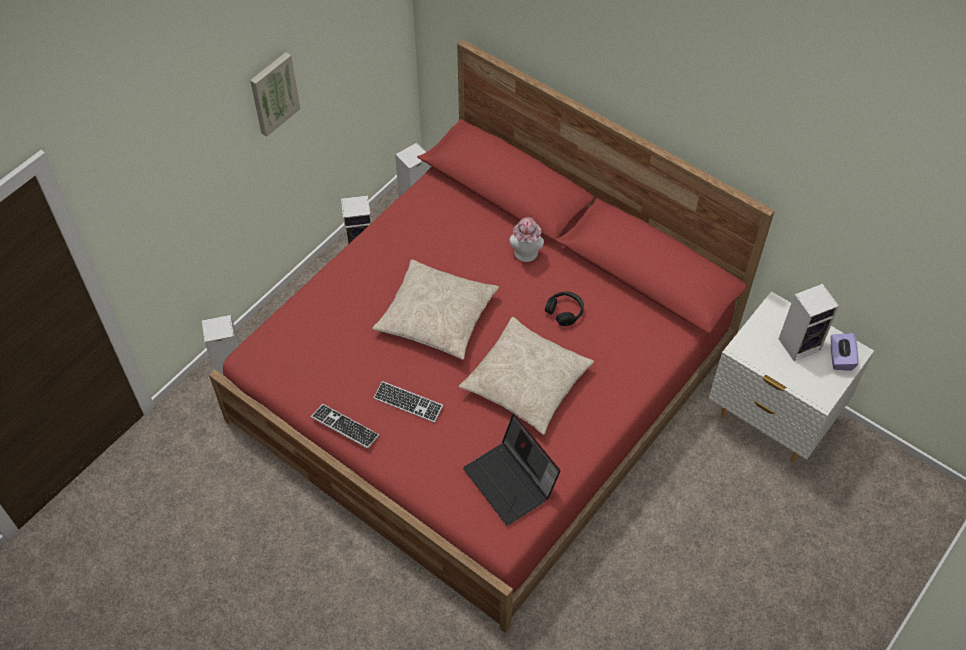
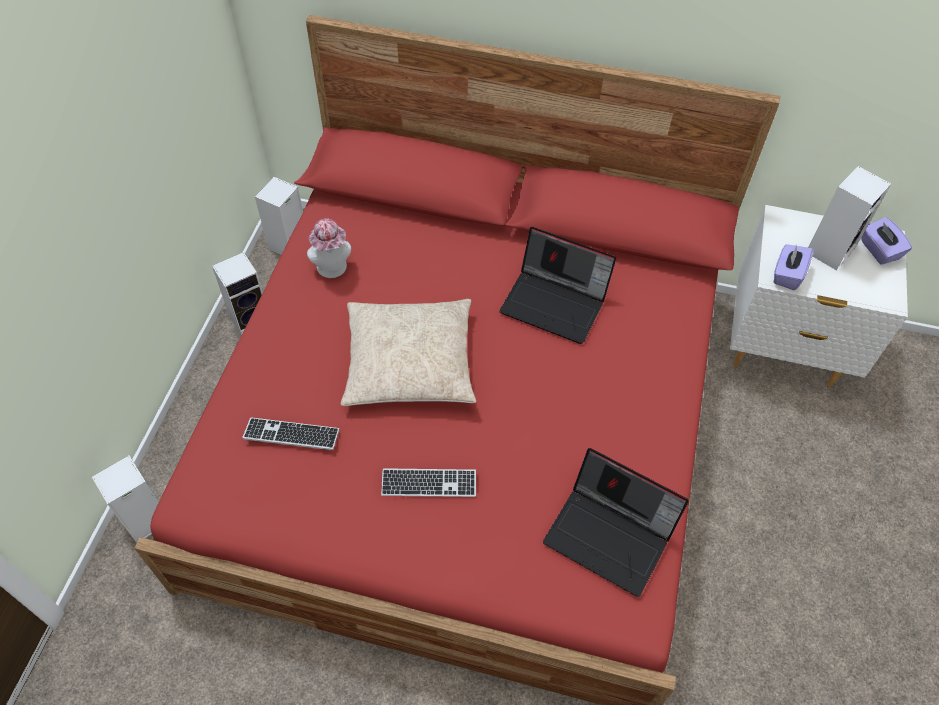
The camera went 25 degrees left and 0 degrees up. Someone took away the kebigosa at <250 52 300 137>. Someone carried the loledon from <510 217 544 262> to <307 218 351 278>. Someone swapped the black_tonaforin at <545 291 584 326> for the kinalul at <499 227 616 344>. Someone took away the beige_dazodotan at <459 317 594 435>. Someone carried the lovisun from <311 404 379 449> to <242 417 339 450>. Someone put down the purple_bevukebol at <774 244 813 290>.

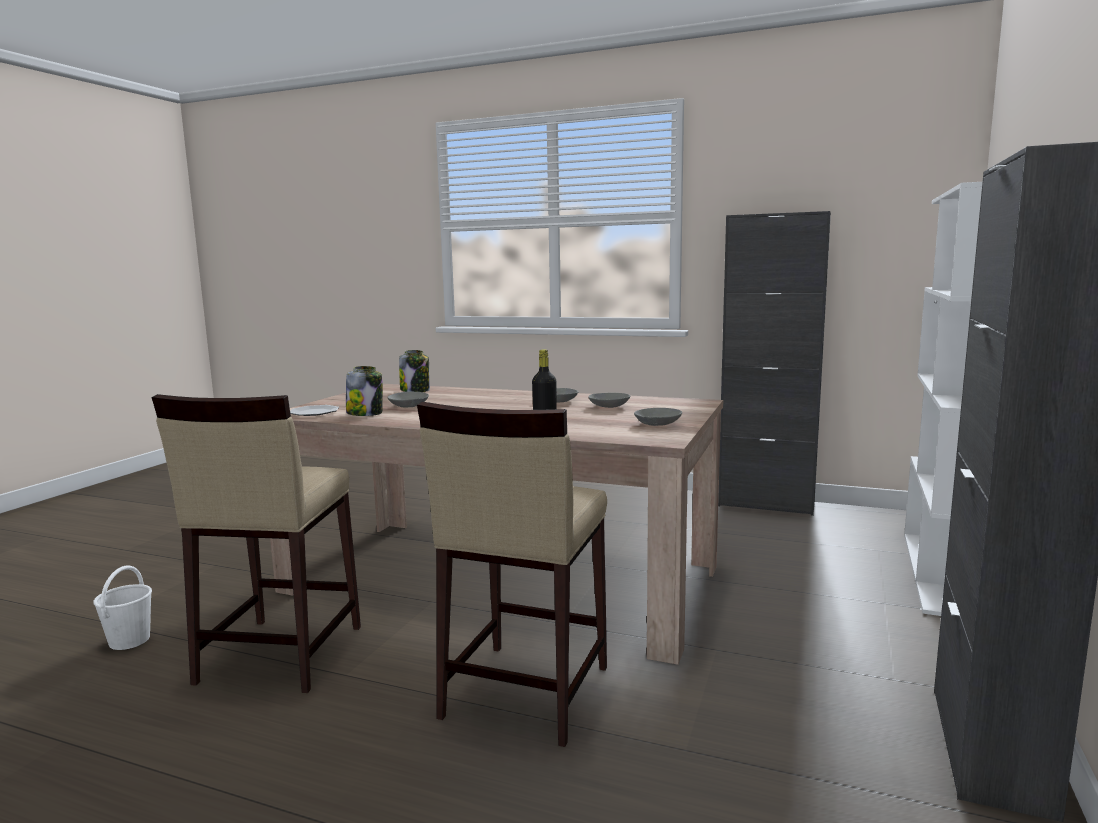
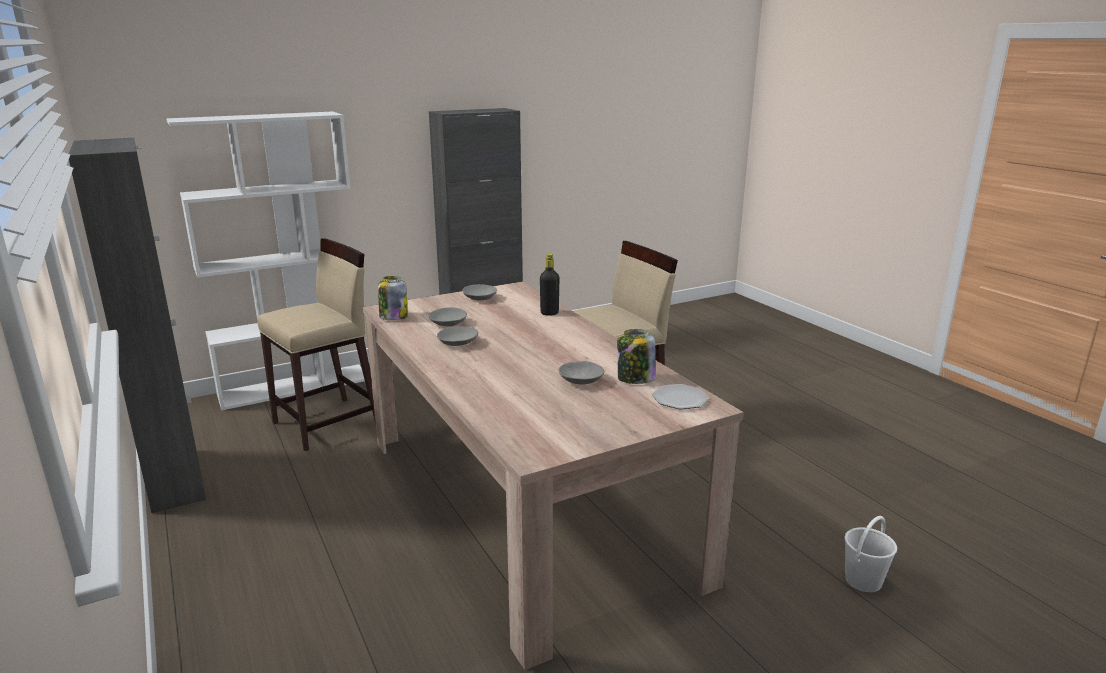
The camera went 140 degrees left and 10 degrees up. Someone carried the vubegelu from <399 350 430 392> to <378 276 408 320>. Someone carried the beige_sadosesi from <152 394 361 693> to <257 238 376 451>.

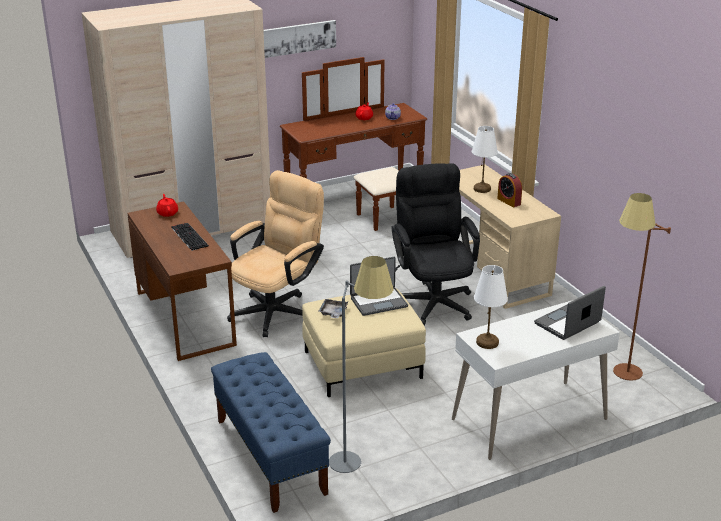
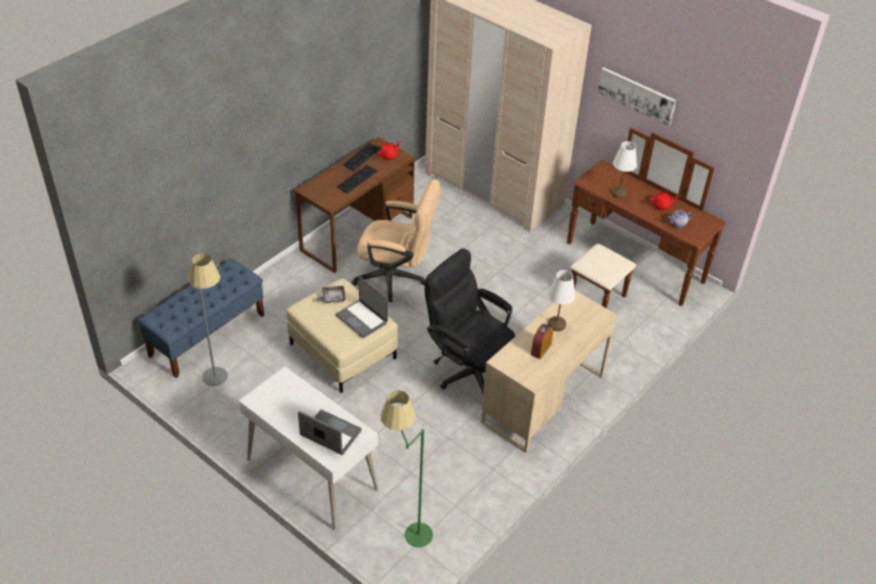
The camera went 65 degrees right and 15 degrees up. Someone rotated the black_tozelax at <391 163 480 326> by 105 degrees counterclockwise. Someone repainted the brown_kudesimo at <613 193 671 381>, which became the green_kudesimo at <380 390 433 547>. Someone carried the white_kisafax from <474 265 508 349> to <611 141 637 199>. Someone put down the lovisun at <343 143 381 171>.

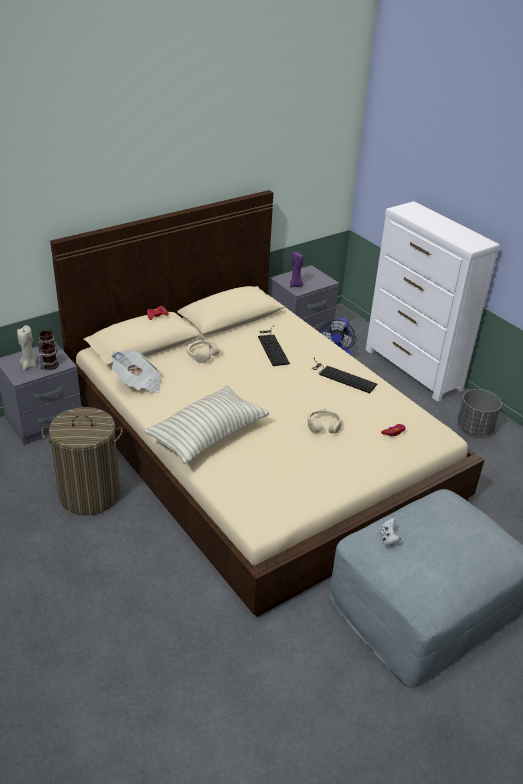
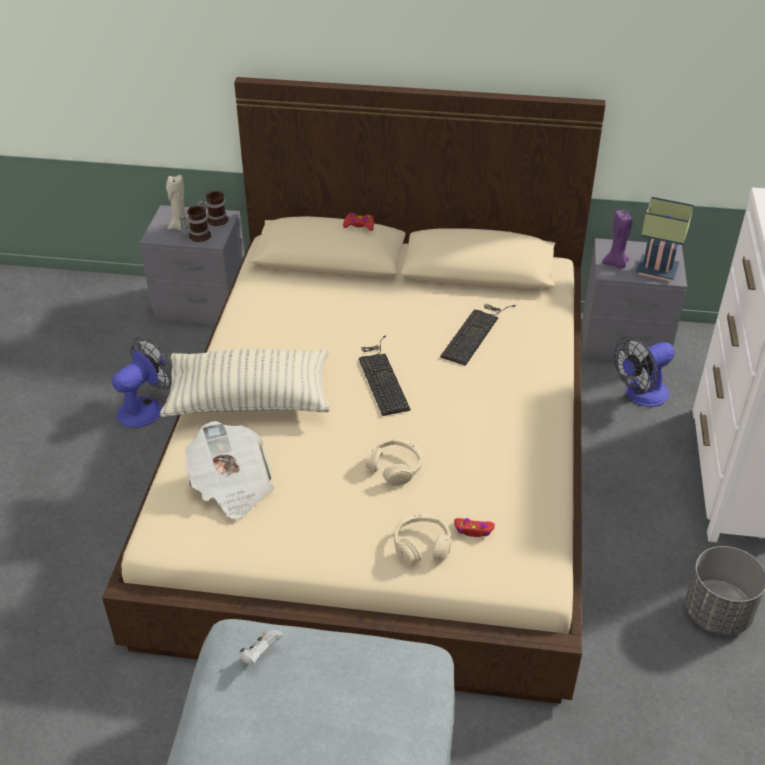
The camera went 45 degrees right and 5 degrees up. Someone carried the beige_tonaforin from <187 340 220 363> to <394 513 452 564>. Someone carried the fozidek from <111 350 162 393> to <185 421 274 520>. Someone carried the lovisun from <313 358 377 393> to <359 335 411 416>. Someone swapped the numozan at <41 407 123 516> for the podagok at <112 337 172 428>. Someone put down the kisafax at <636 197 694 281>.

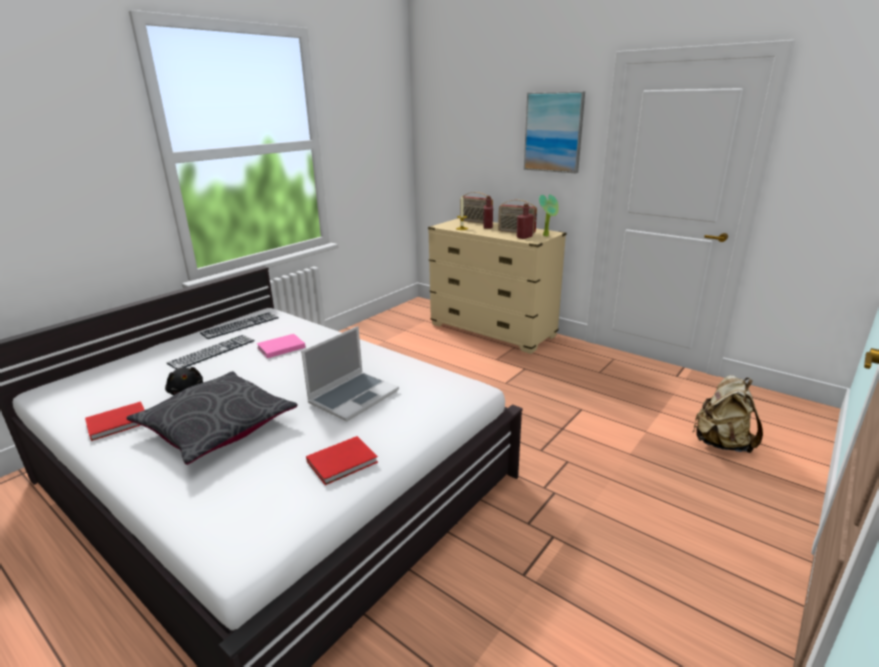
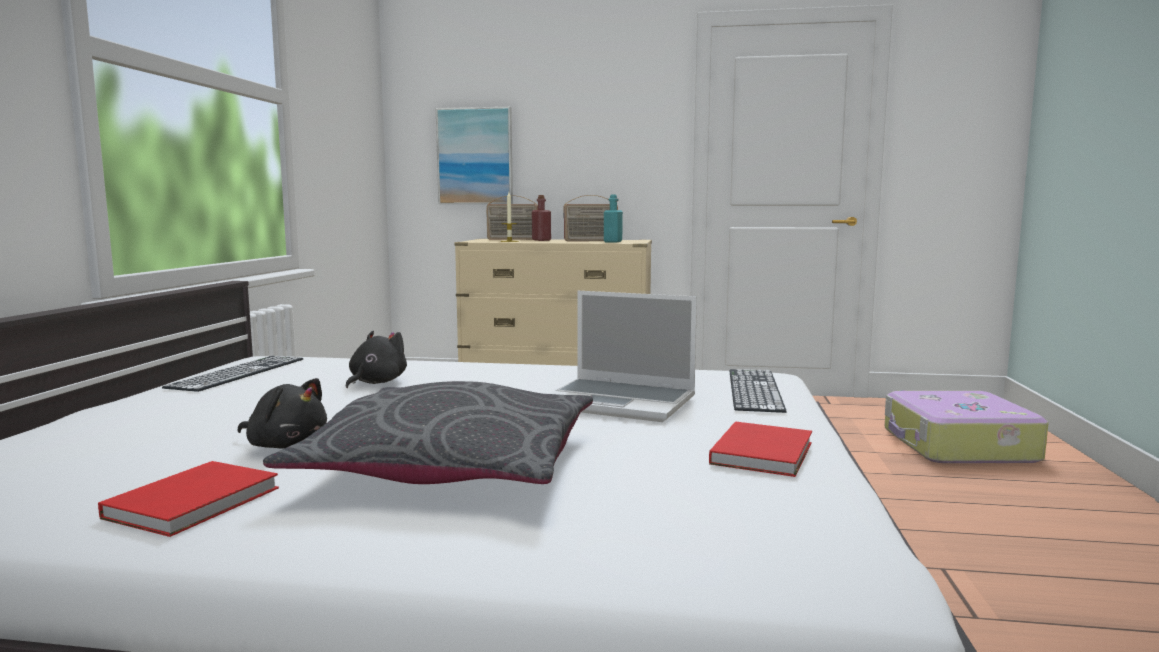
The camera went 30 degrees left and 15 degrees down. Someone carried the kebigosa from <524 92 585 173> to <436 107 513 204>. Someone took away the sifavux at <539 194 559 236>. Someone repainted the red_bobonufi at <517 204 534 239>, which became the turquoise_bobonufi at <604 194 623 243>. Someone rotated the kinalul at <301 326 399 421> by 105 degrees clockwise. Someone swapped the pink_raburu at <257 334 306 358> for the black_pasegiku at <346 331 407 388>. Someone carried the lovisun from <167 335 255 369> to <730 369 787 413>. Someone swapped the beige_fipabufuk at <693 375 763 453> for the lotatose at <884 391 1049 463>.

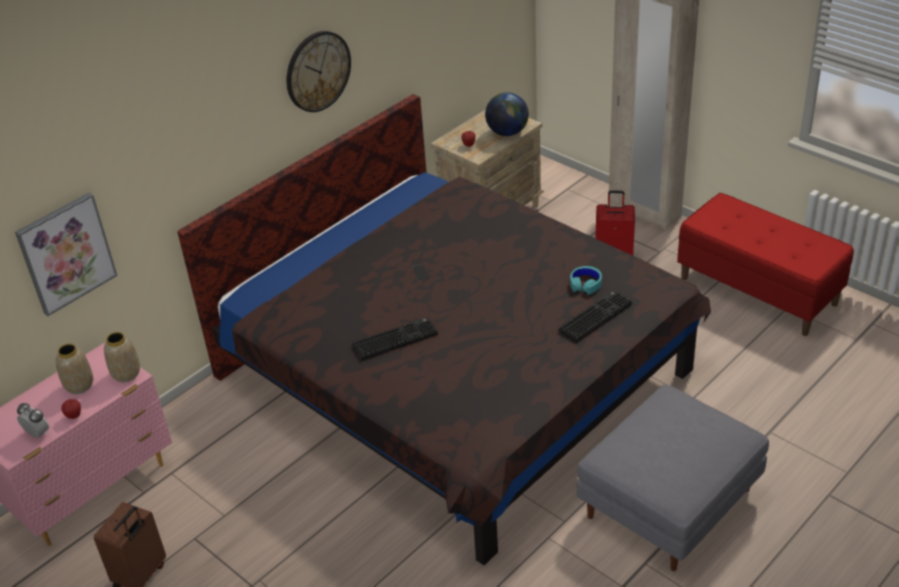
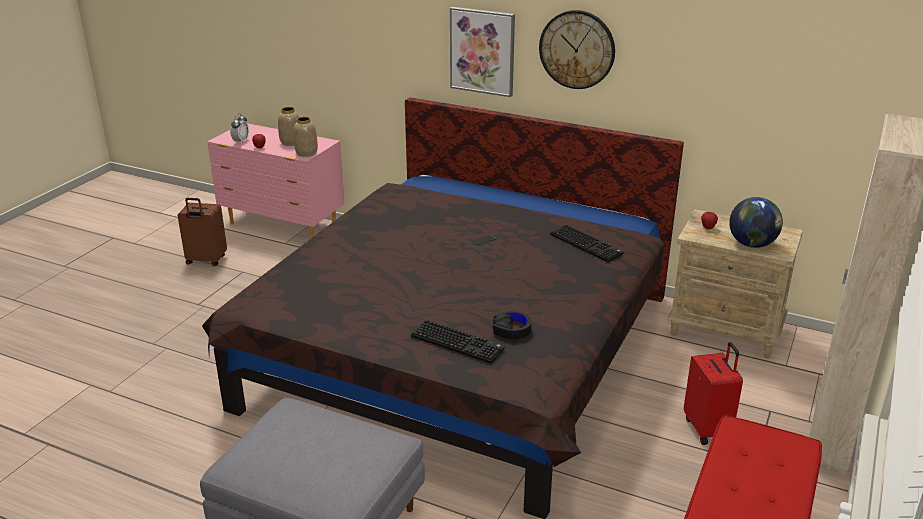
The camera went 70 degrees right and 10 degrees down. Someone carried the kebigosa from <15 192 117 316> to <450 7 515 97>. Someone repainted the turquoise_tonaforin at <570 266 602 295>, which became the black_tonaforin at <493 311 532 339>. Someone carried the lovisun from <352 317 438 360> to <550 225 624 262>.

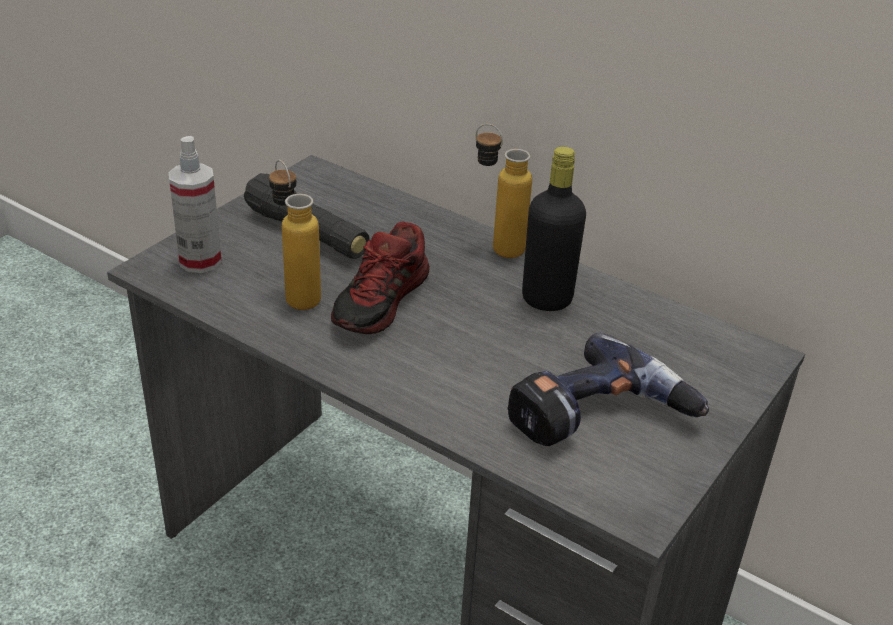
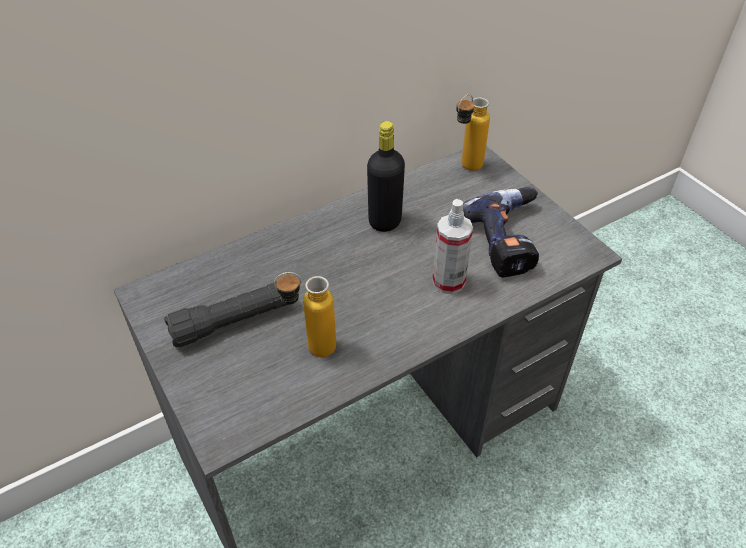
The camera went 65 degrees left and 10 degrees up. Someone carried the bobonufi from <476 124 532 258> to <456 94 490 171>. Someone carried the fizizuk from <169 136 222 273> to <432 199 473 294>. Someone took away the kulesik at <331 222 430 334>.

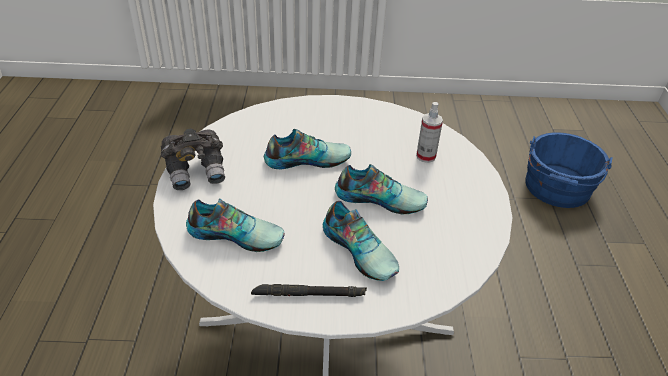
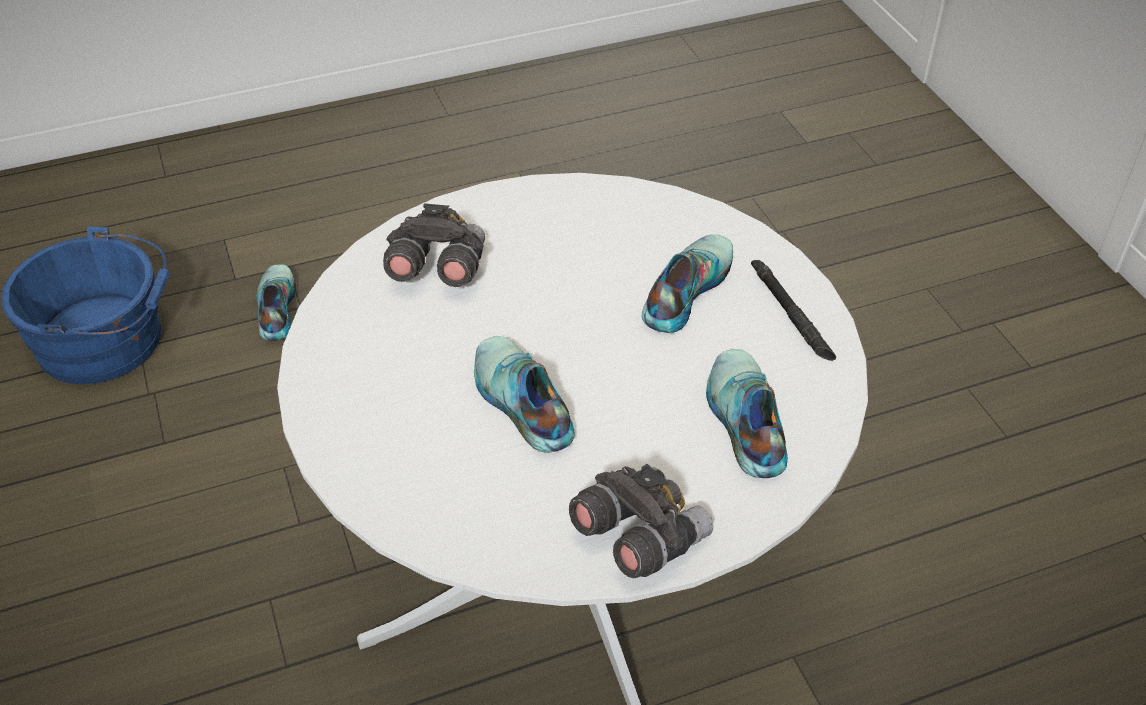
The camera went 110 degrees left and 5 degrees up. Someone swapped the fizizuk at <416 102 443 163> for the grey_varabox at <383 203 485 287>. Someone carried the kulesik from <335 164 428 215> to <256 264 296 341>.

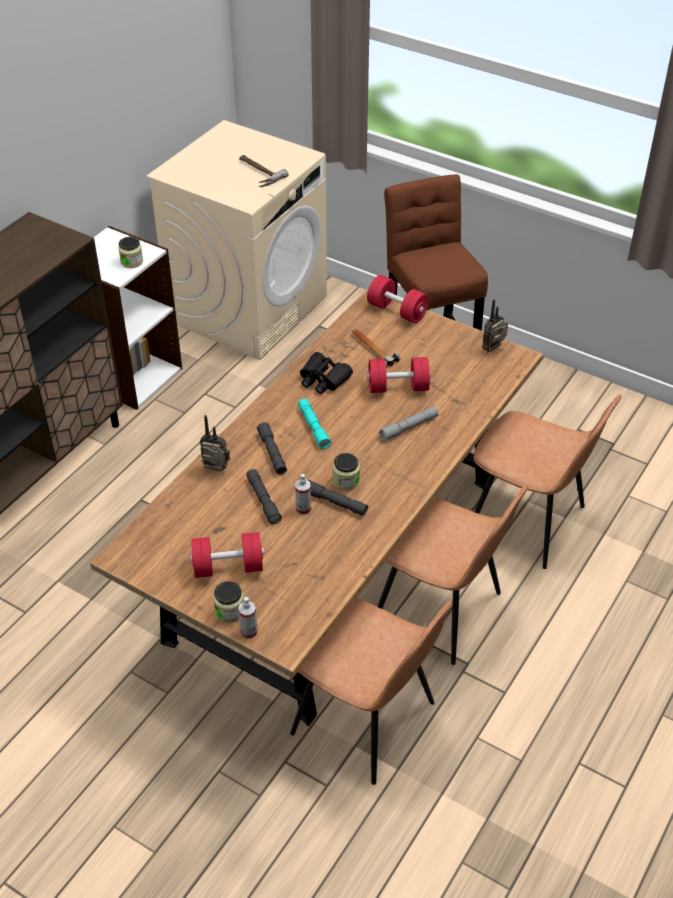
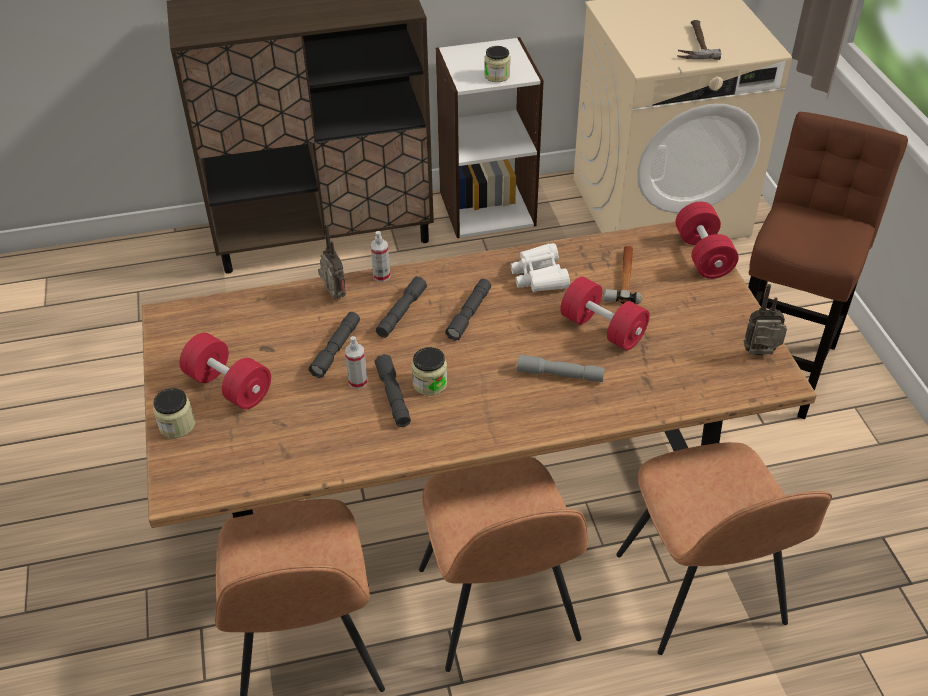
The camera went 45 degrees right and 0 degrees up. Someone repainted the black_varabox at <300 352 353 394>, which became the white_varabox at <510 243 570 292>. Someone repainted the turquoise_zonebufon at <298 399 331 449>, which became the grey_zonebufon at <445 279 491 341>. Someone carried the fizizuk from <238 597 258 639> to <370 231 390 282>.

